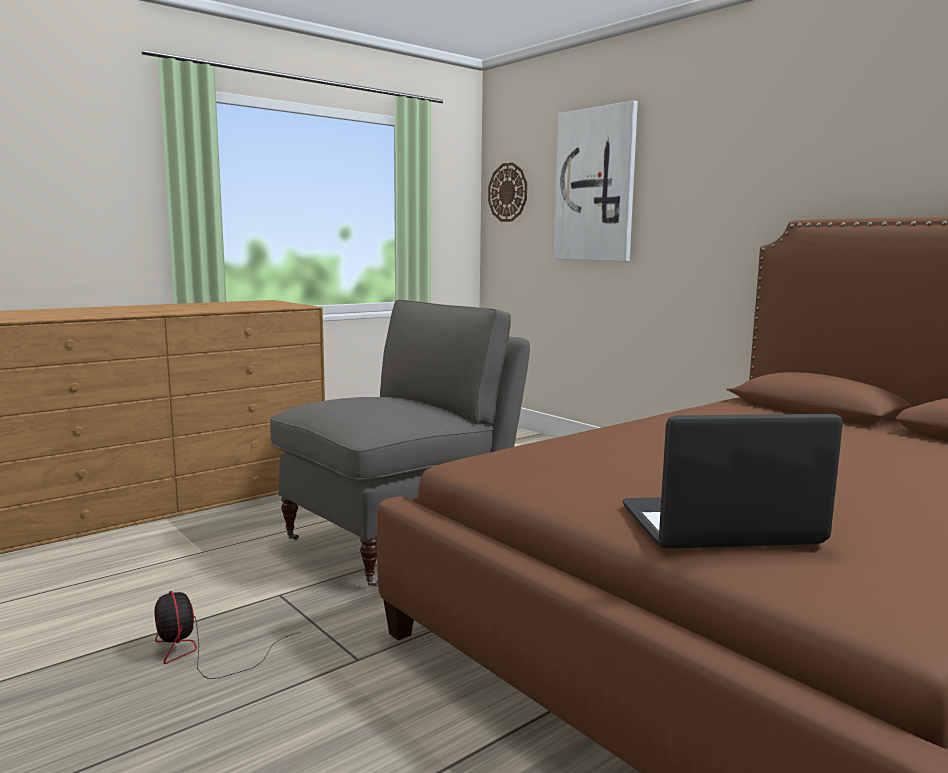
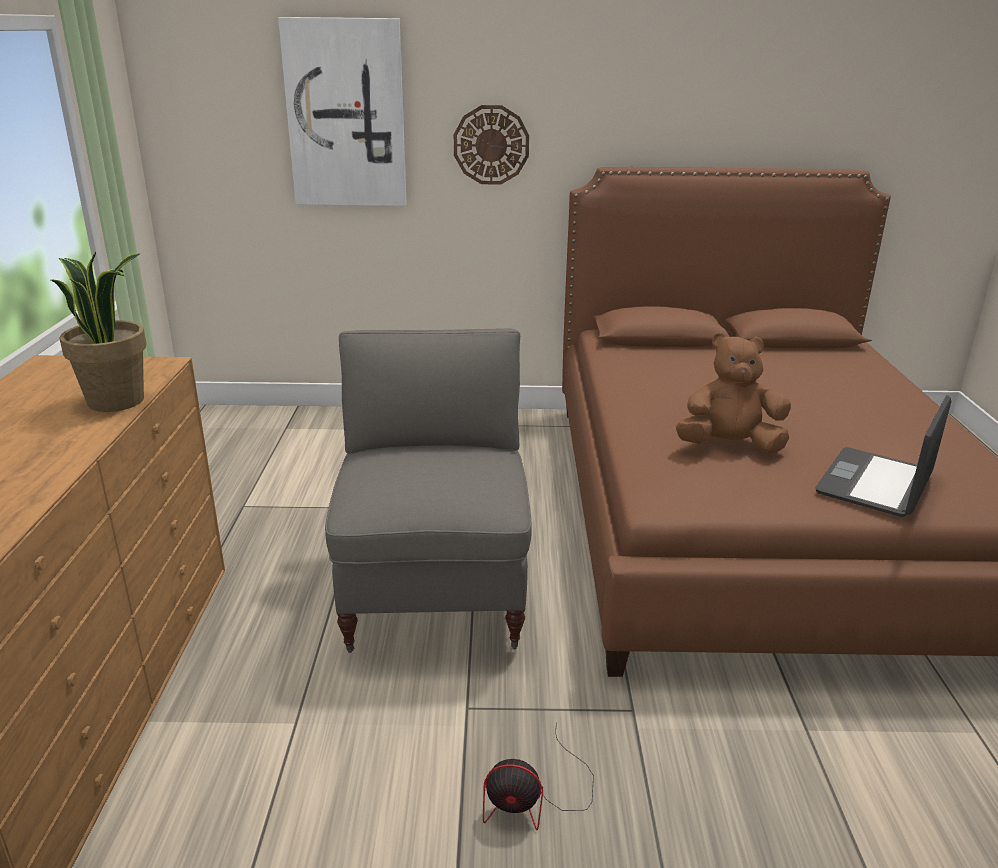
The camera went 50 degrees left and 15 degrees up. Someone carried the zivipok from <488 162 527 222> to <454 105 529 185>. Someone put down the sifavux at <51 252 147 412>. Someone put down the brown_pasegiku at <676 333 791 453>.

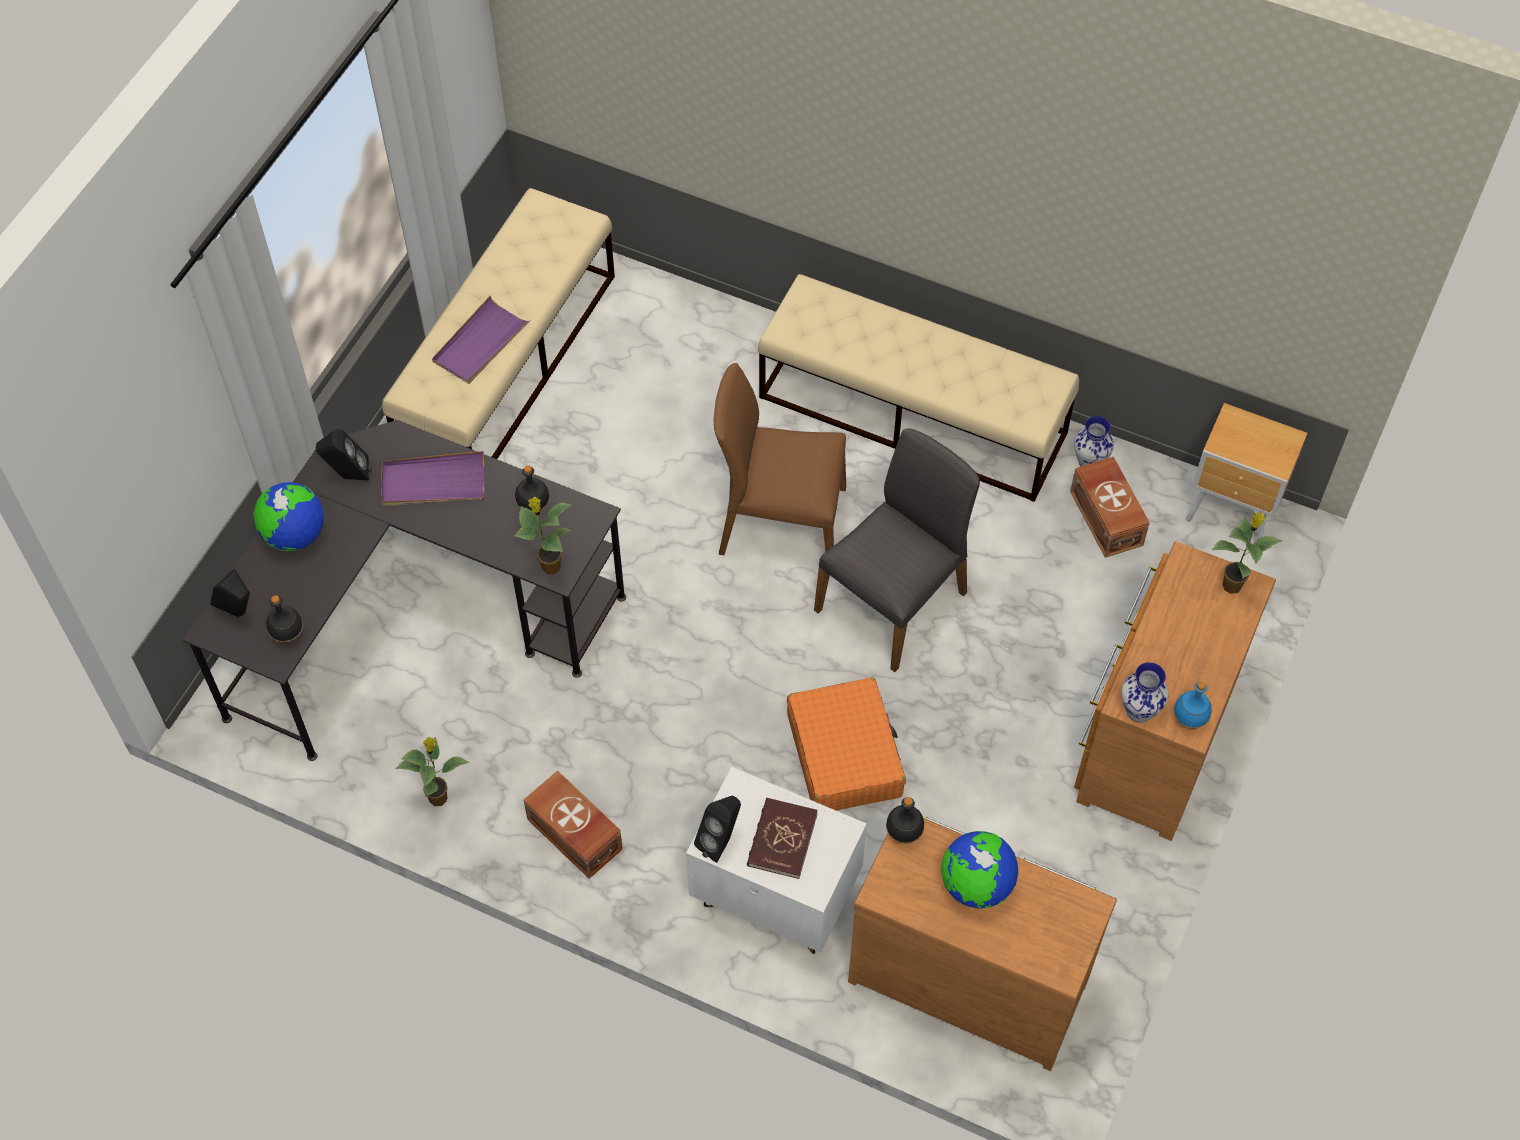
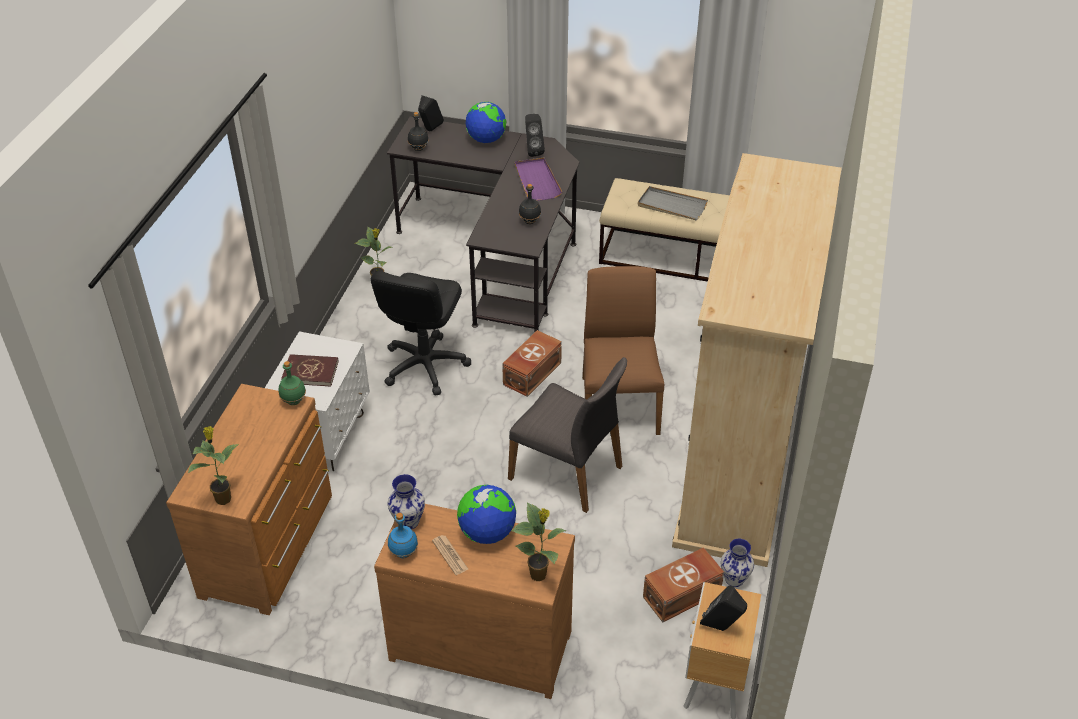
The camera went 80 degrees right and 15 degrees down. Someone swapped the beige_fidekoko at <758 274 1079 502> for the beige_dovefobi at <672 153 842 567>. Someone repainted the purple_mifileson at <432 296 531 384>, which became the grey_mifileson at <638 186 708 220>. Someone carried the sifavux from <514 497 571 574> to <188 426 239 505>. Someone took away the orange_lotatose at <787 677 906 811>. Someone carried the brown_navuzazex from <524 771 623 879> to <502 330 562 397>. Someone carried the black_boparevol from <694 796 741 863> to <700 586 747 631>. Someone repainted the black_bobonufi at <886 797 924 844>, which became the green_bobonufi at <278 361 306 405>. Someone carried the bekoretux from <941 831 1018 909> to <457 485 516 544>. Someone put down the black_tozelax at <370 271 471 396>. Someone put down the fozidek at <432 535 469 575>.

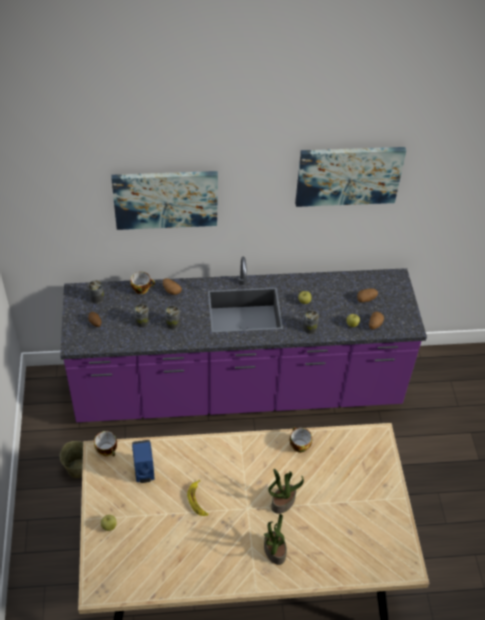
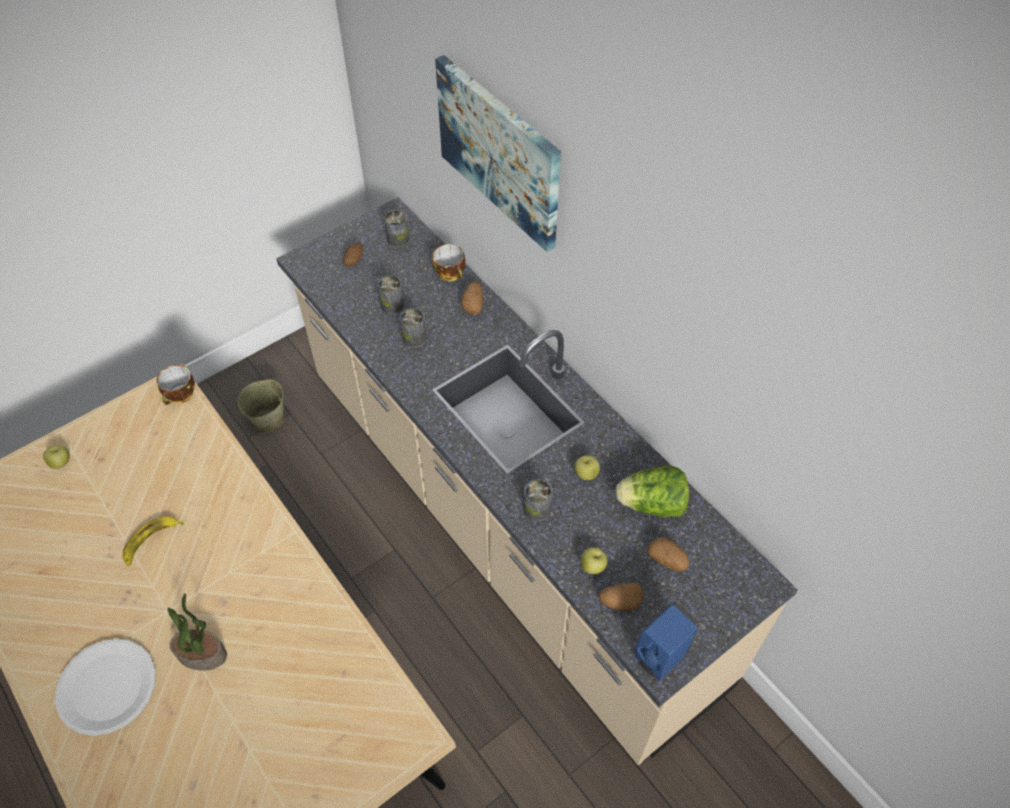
The camera went 60 degrees right and 5 degrees up. Someone took away the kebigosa at <295 147 406 207>. Someone repainted the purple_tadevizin at <60 256 427 422>, which became the beige_tadevizin at <276 197 798 765>. Someone took away the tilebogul at <290 427 312 453>. Someone carried the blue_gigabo from <132 440 155 483> to <635 601 701 681>. Someone swapped the sifavux at <264 514 287 565> for the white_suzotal at <55 639 155 736>. Someone put down the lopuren at <615 466 689 517>.

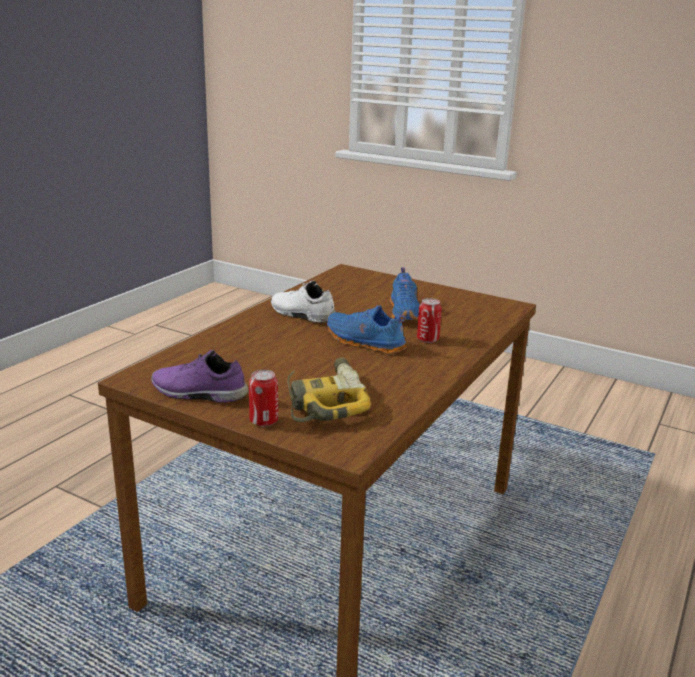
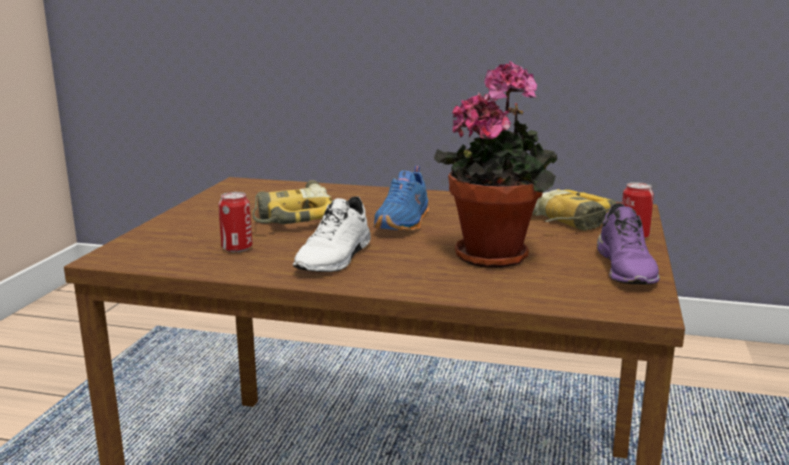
The camera went 105 degrees left and 5 degrees down. Someone swapped the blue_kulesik at <390 267 420 320> for the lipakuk at <252 180 332 224>. Someone carried the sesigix from <417 298 442 343> to <218 192 252 252>. Someone put down the sifavux at <434 61 557 268>.

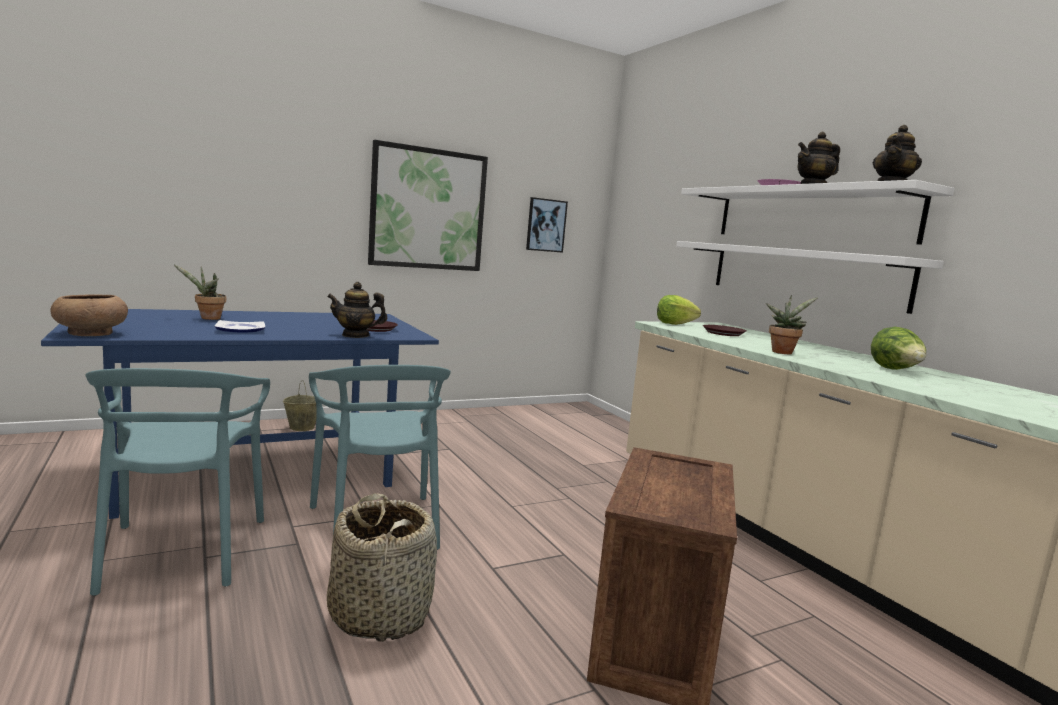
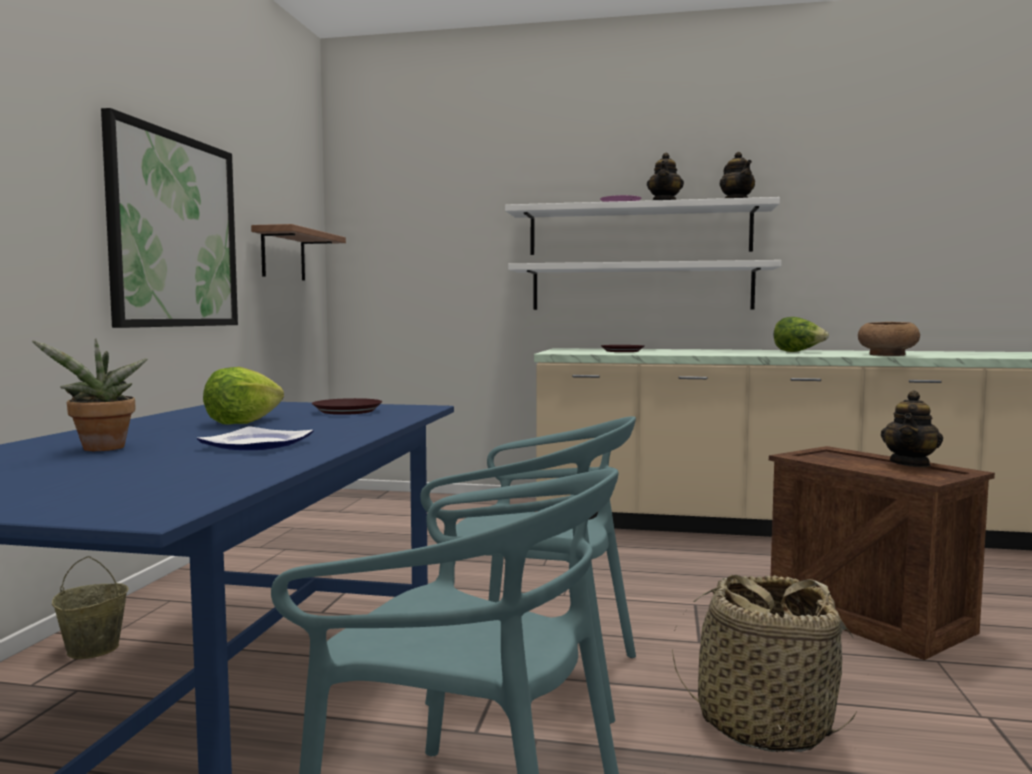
The camera went 50 degrees left and 5 degrees down. Someone swapped the kebigosa at <526 197 568 253> for the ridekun at <251 224 346 280>. Someone carried the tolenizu from <327 282 387 338> to <881 390 943 468>. Someone carried the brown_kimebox from <50 294 128 336> to <858 322 920 356>. Someone carried the lopuren from <657 295 701 325> to <203 367 284 425>. Someone took away the sifavux at <766 295 818 354>.

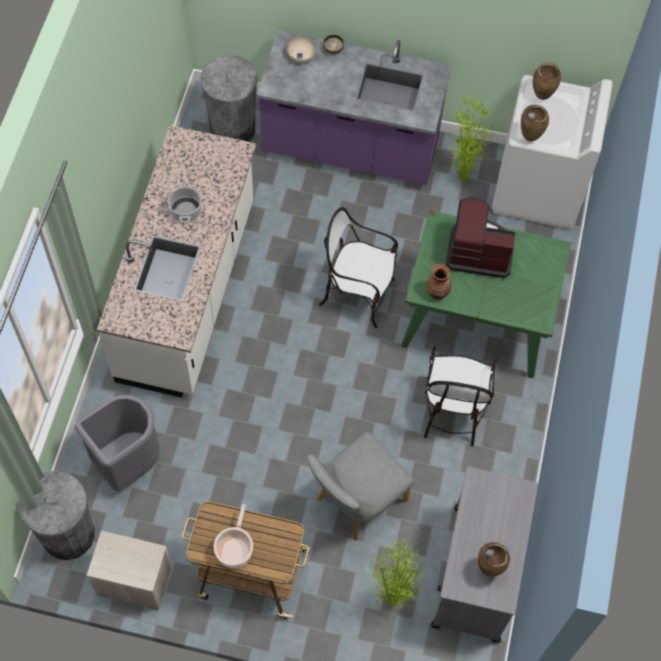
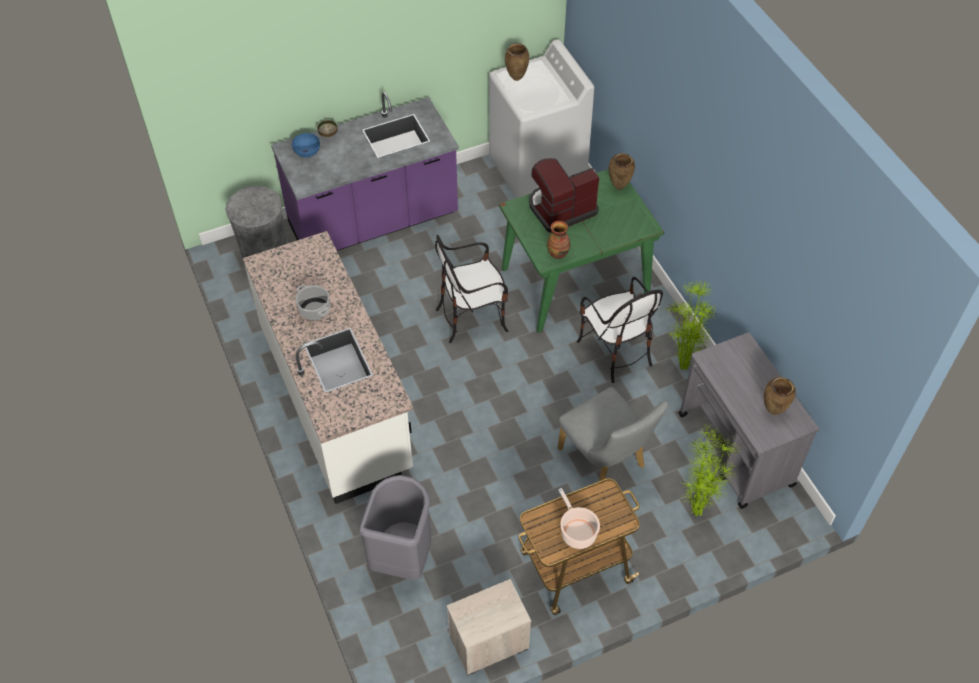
The camera went 35 degrees left and 10 degrees down. Someone repainted the beige_kimebox at <287 36 316 63>, which became the blue_kimebox at <292 133 320 157>. Someone carried the sifavux from <449 94 497 182> to <666 280 716 371>. Someone carried the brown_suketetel from <521 105 549 141> to <609 153 635 190>. Someone rotated the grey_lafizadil at <307 432 414 541> by 45 degrees counterclockwise. Someone took away the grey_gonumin at <19 471 95 560>.

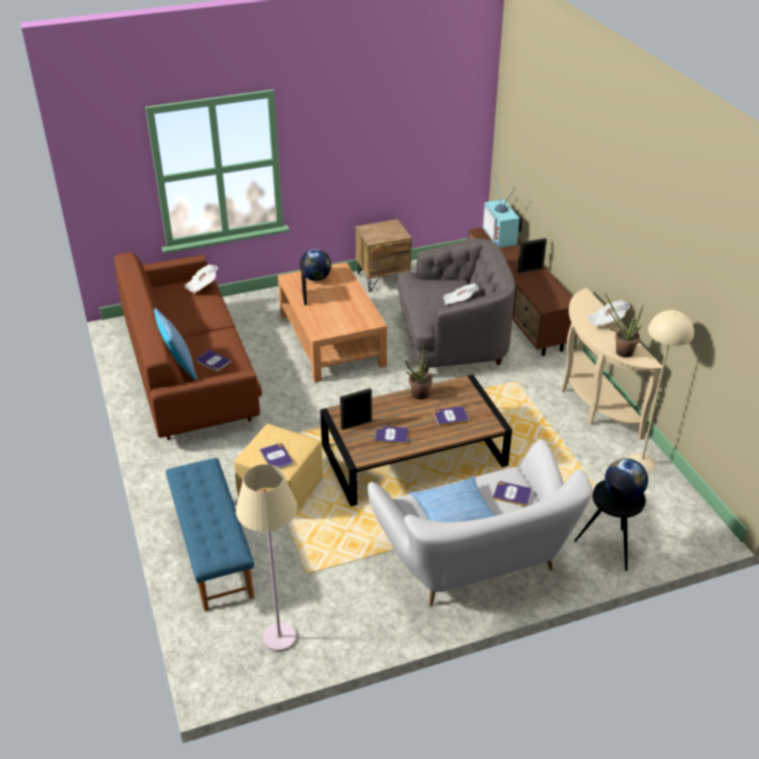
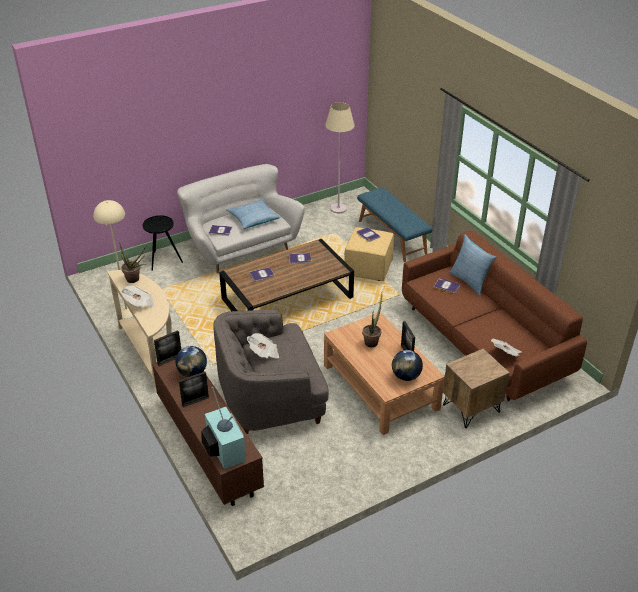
The camera went 170 degrees right and 0 degrees up. Someone carried the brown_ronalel from <355 219 412 292> to <443 349 510 428>. Someone carried the sifavux from <405 341 433 399> to <362 293 382 347>. Someone carried the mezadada from <340 388 372 430> to <154 330 181 366>. Someone carried the bekoretux from <605 458 648 501> to <175 346 207 377>.

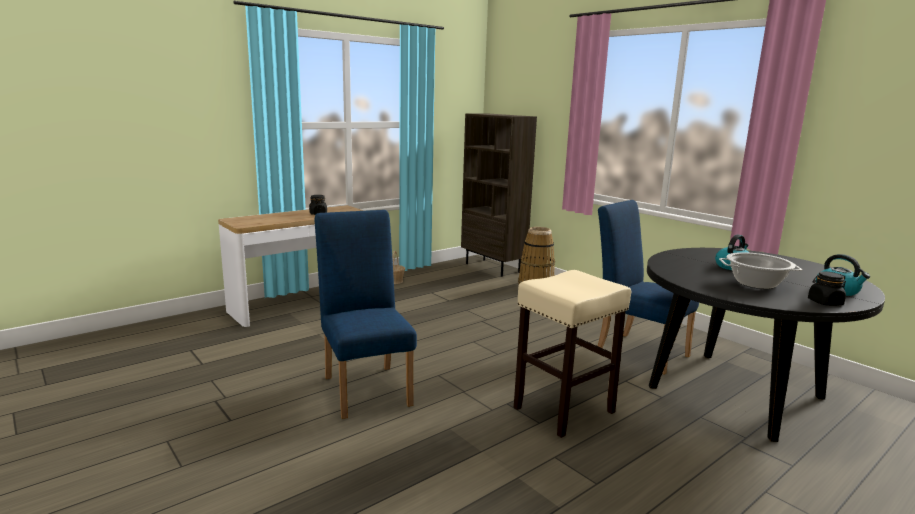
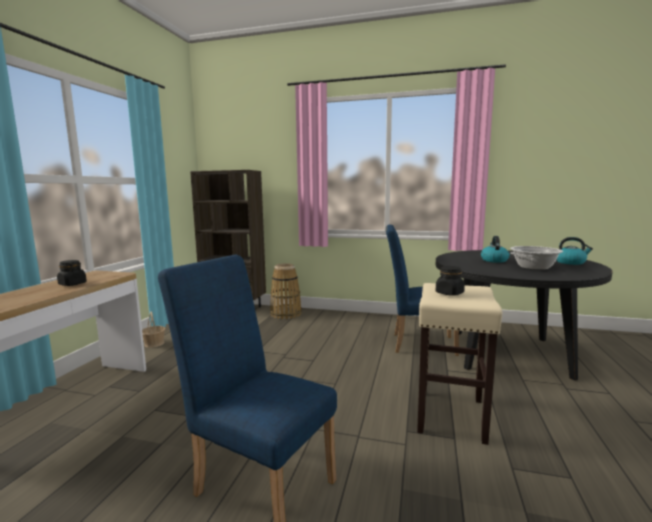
The camera went 35 degrees left and 5 degrees down. Someone carried the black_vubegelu from <808 271 846 306> to <436 266 465 296>.

